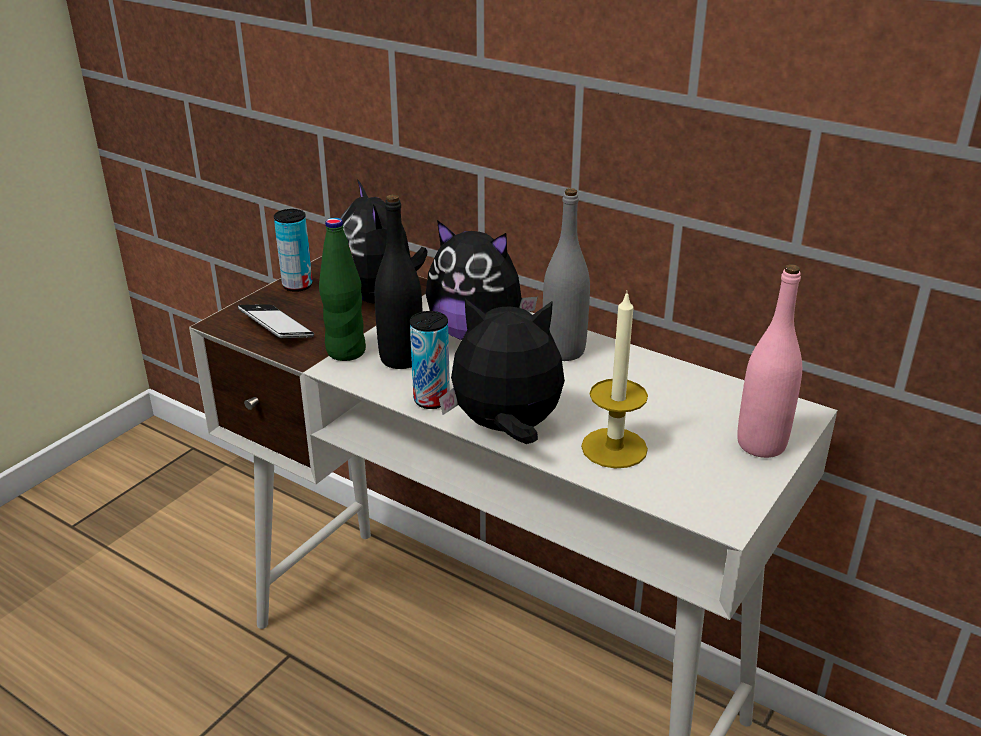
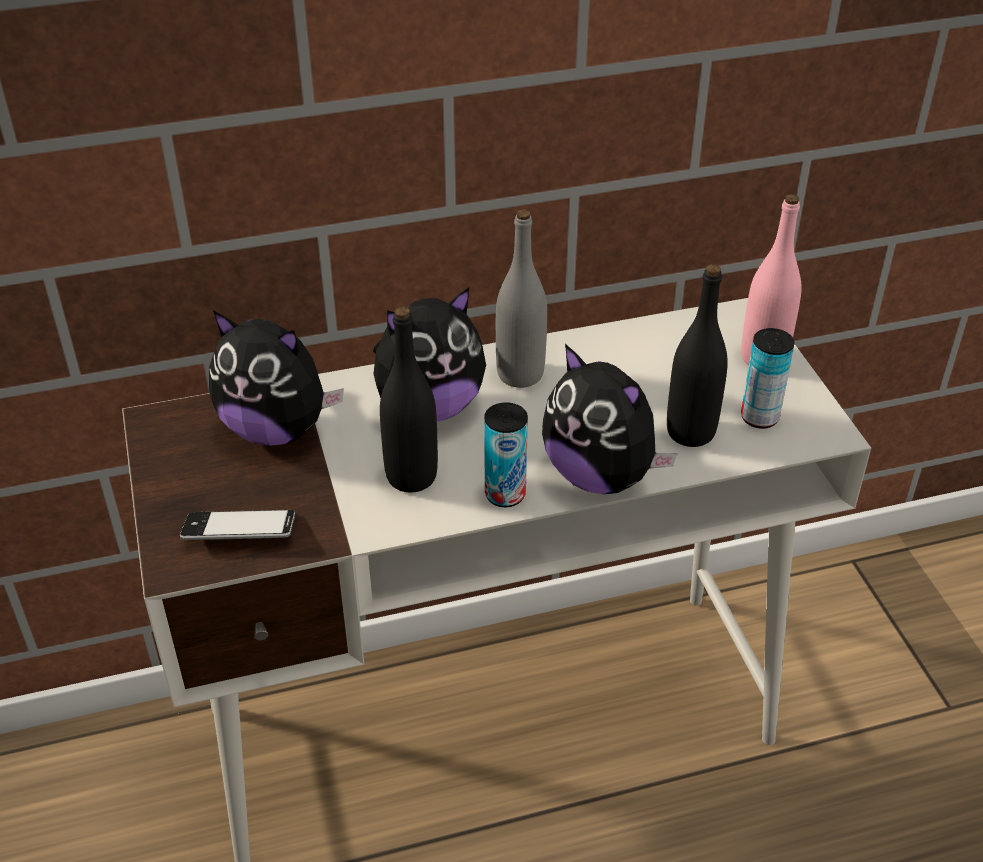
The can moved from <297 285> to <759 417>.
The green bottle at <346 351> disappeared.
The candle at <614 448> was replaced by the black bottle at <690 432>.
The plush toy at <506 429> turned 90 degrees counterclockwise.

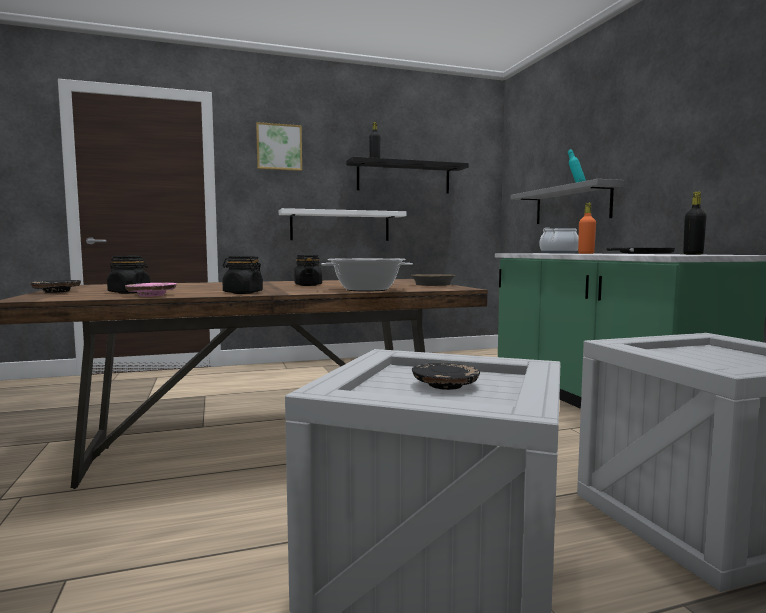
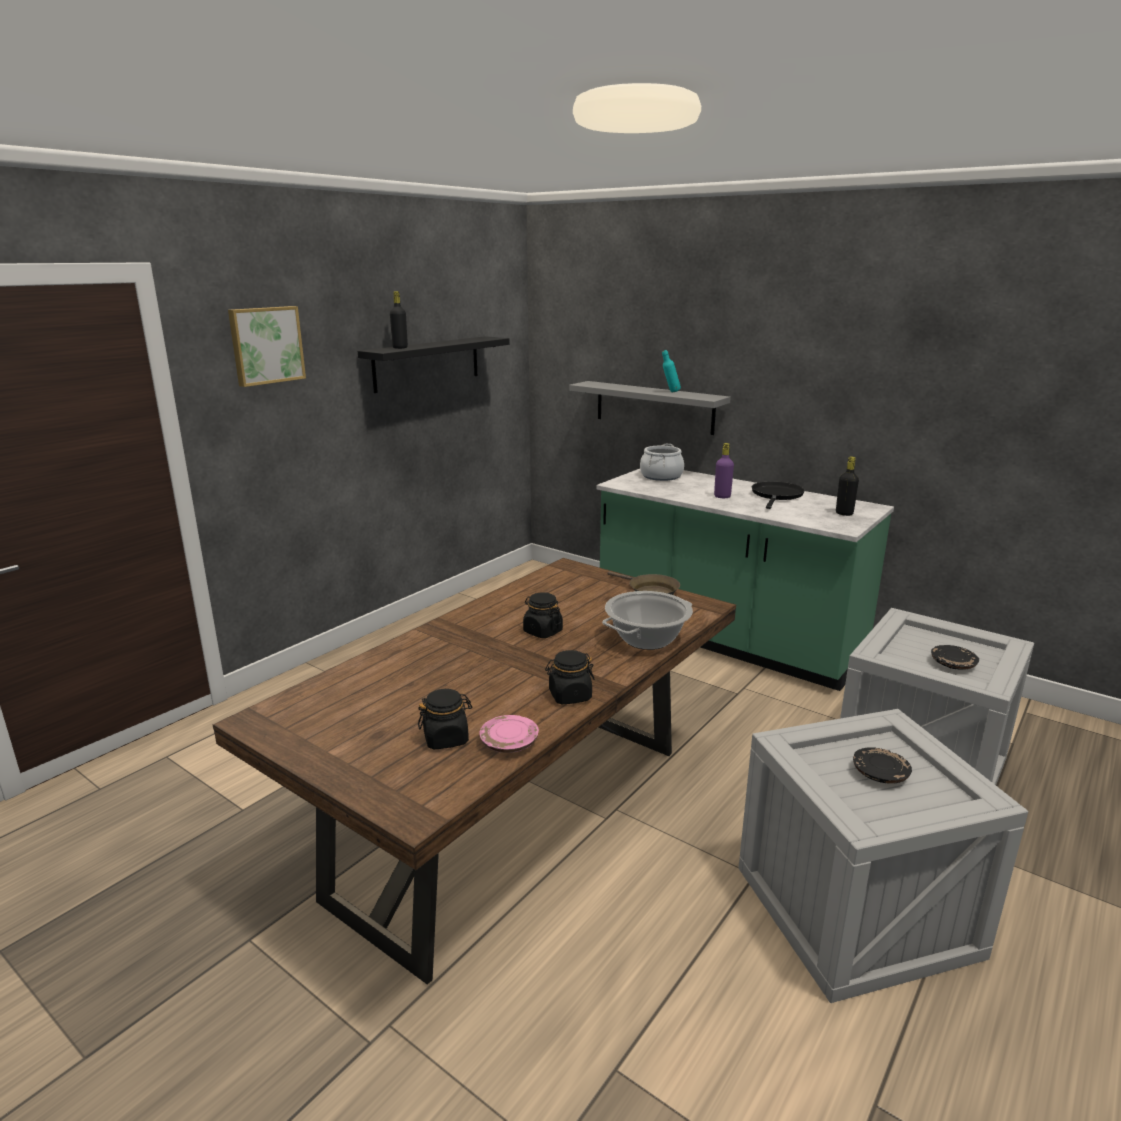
The orange bottle at <586 253> became the purple bottle at <722 496>.
The white shelf at <340 226> disappeared.
The black plate moved from <56 292> to <953 664>.

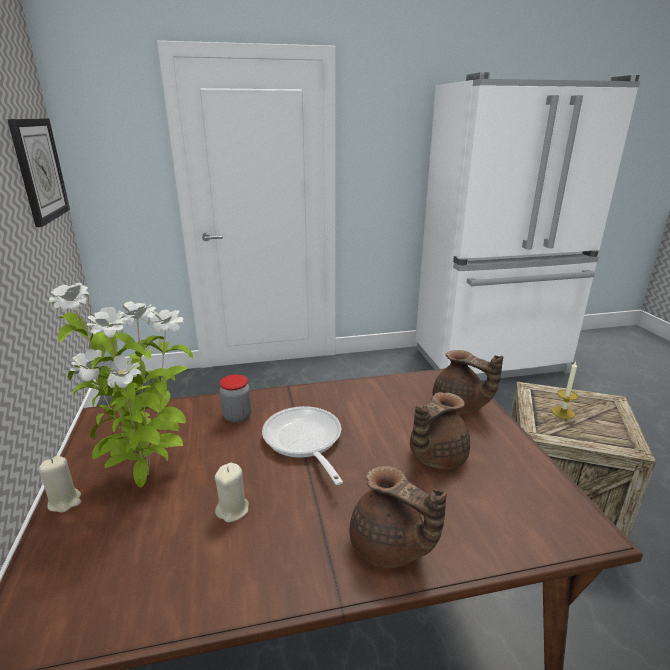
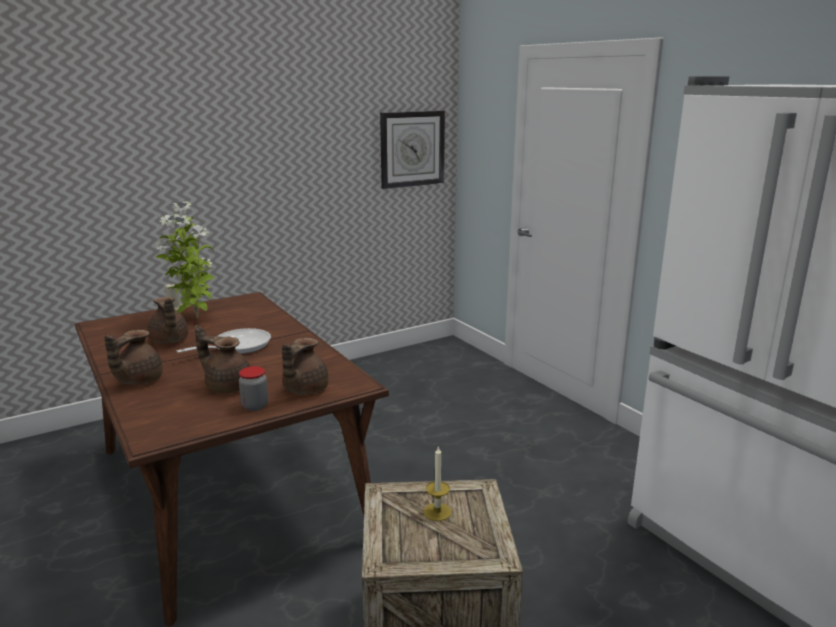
The jar moved from <237 416> to <255 406>.
The beige candle at <233 510> was replaced by the brown teapot at <169 341>.

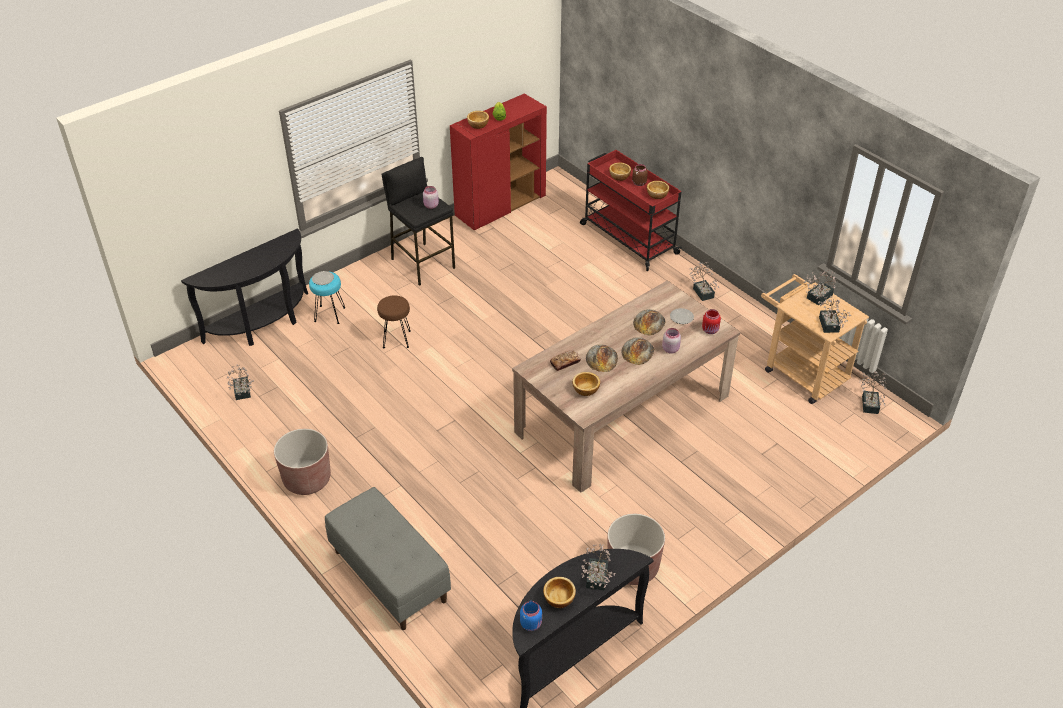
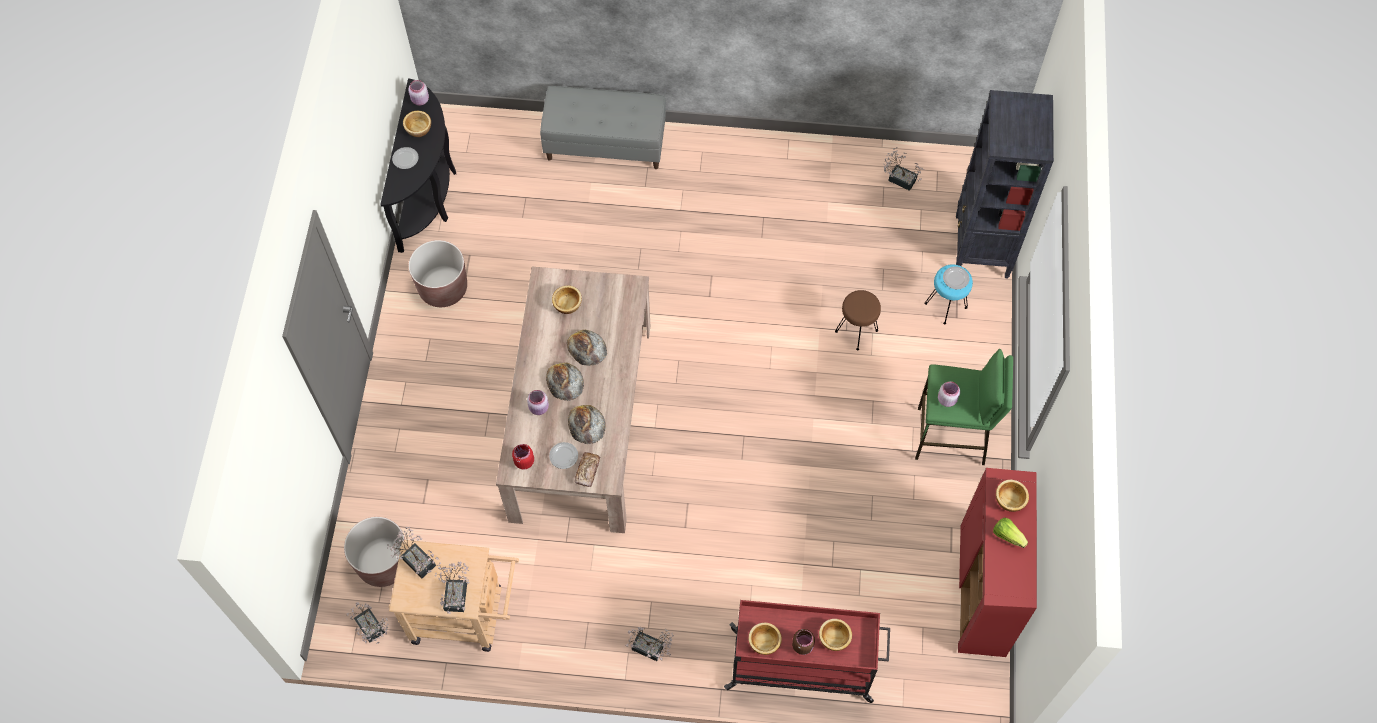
The black stool at <422 263> became the green stool at <951 437>.
The black console table at <263 325> was replaced by the black bookcase at <981 247>.
The bread moved from <565 362> to <587 471>.
The brown planter moved from <307 479> to <383 563>.
The potted plant at <596 580> was replaced by the plate at <406 159>.
The blue jar at <531 624> became the pink jar at <420 100>.

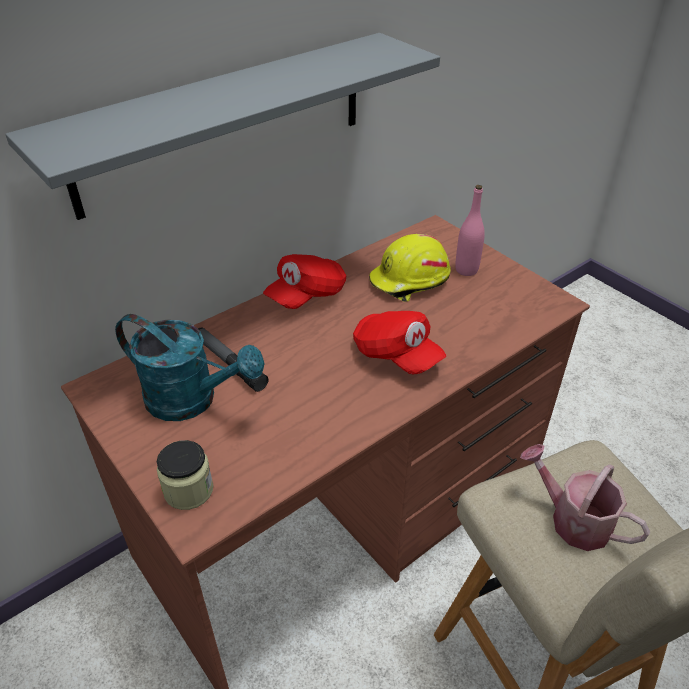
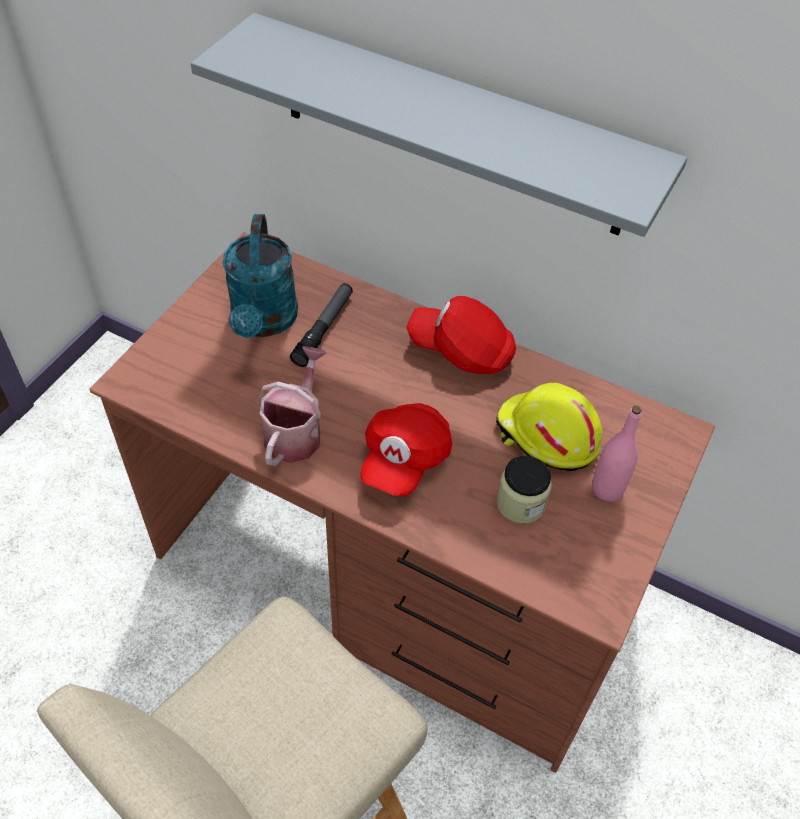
The jar moved from <188 490> to <520 503>.
The watering can moved from <573 519> to <296 431>.

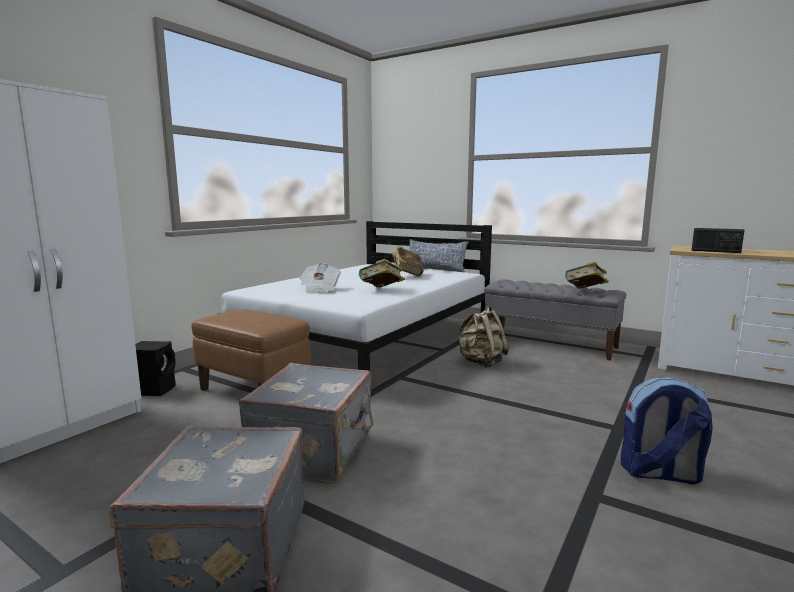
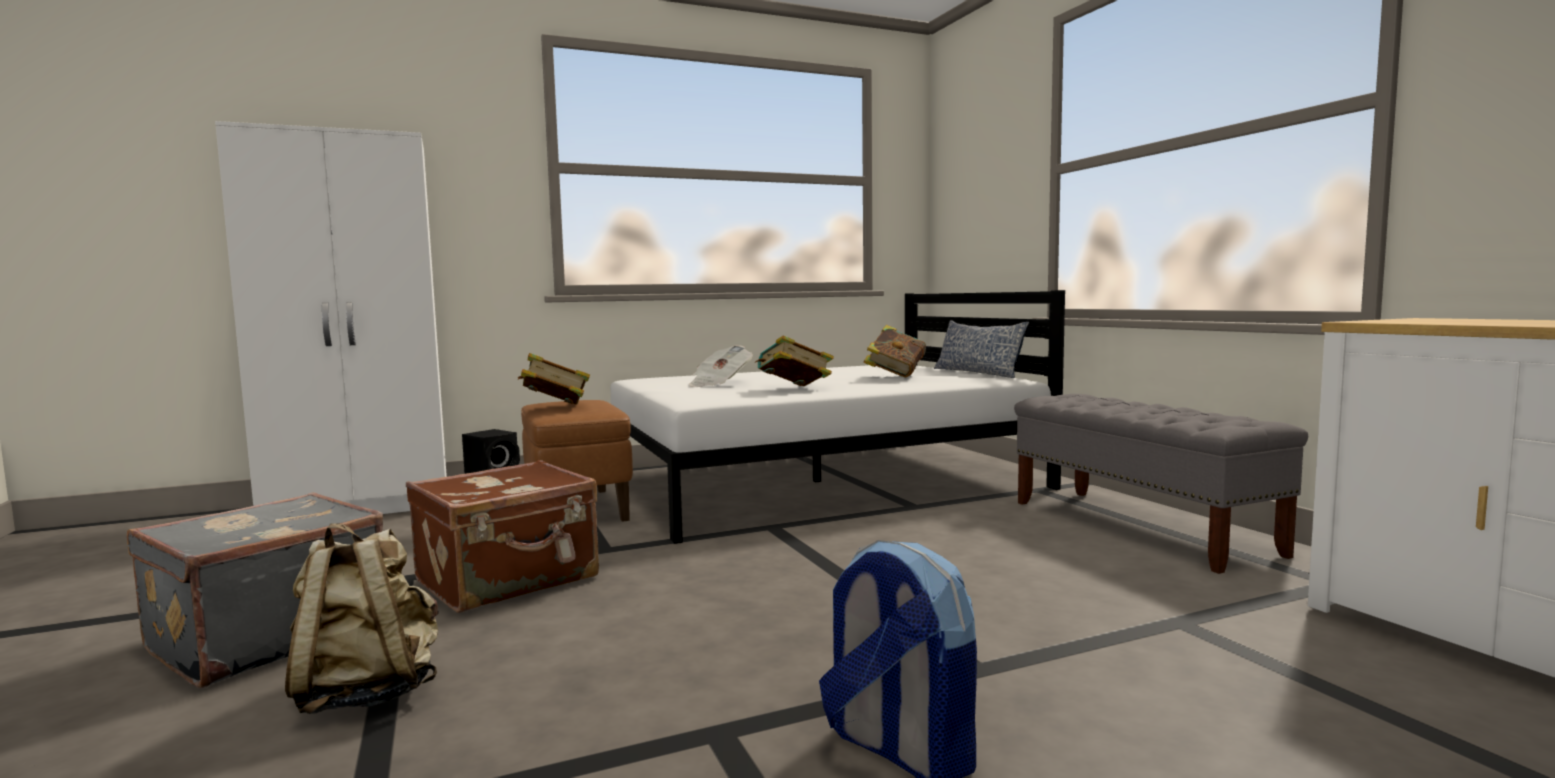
The radio at <715 251> disappeared.
The book moved from <585 291> to <554 407>.
The beige backpack moved from <481 363> to <368 693>.
The grey suitcase at <315 451> became the brown suitcase at <509 580>.

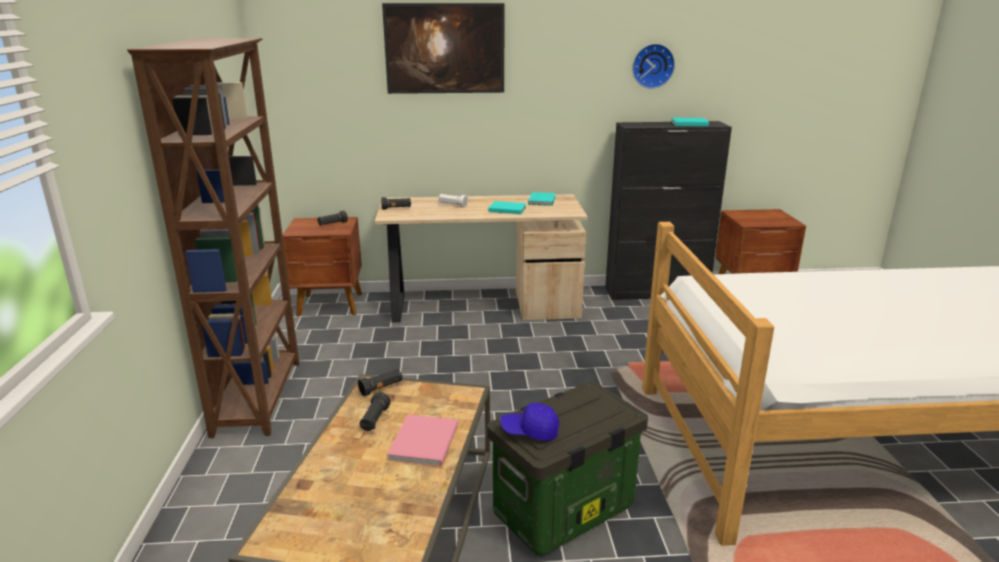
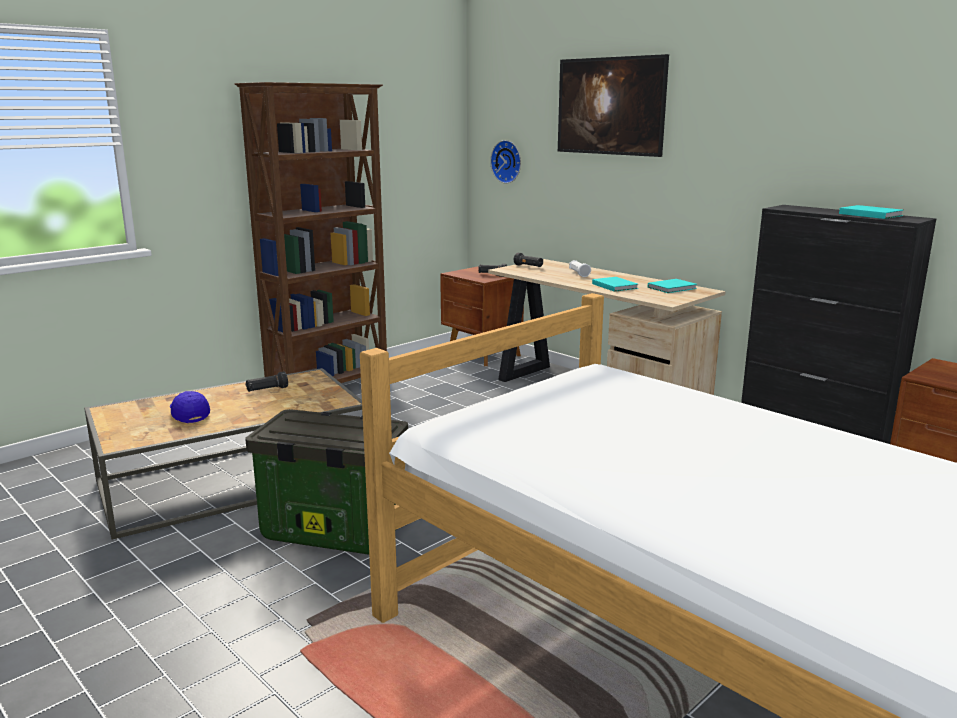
The wall clock moved from <652 66> to <508 161>.
The black flashlight at <381 388> disappeared.
The blue cap moved from <530 431> to <189 414>.
The pink book at <426 441> disappeared.

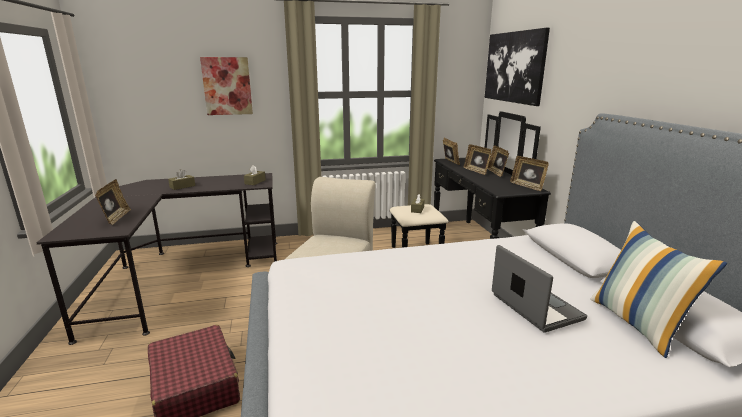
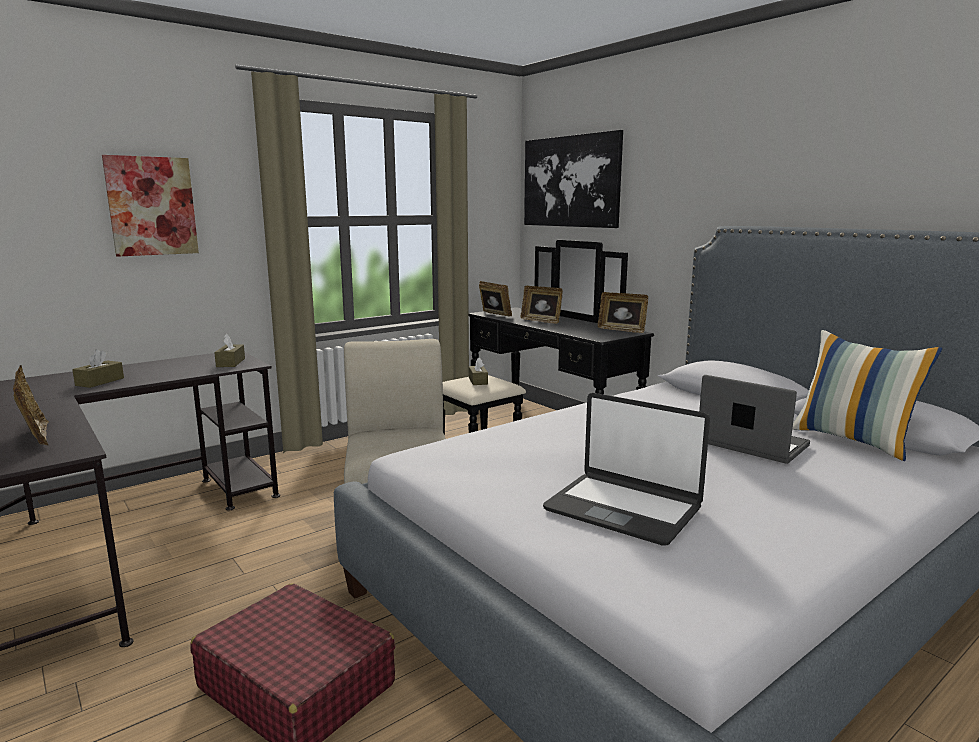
The picture frame at <496 173> disappeared.
The laptop at <623 508> appeared.

